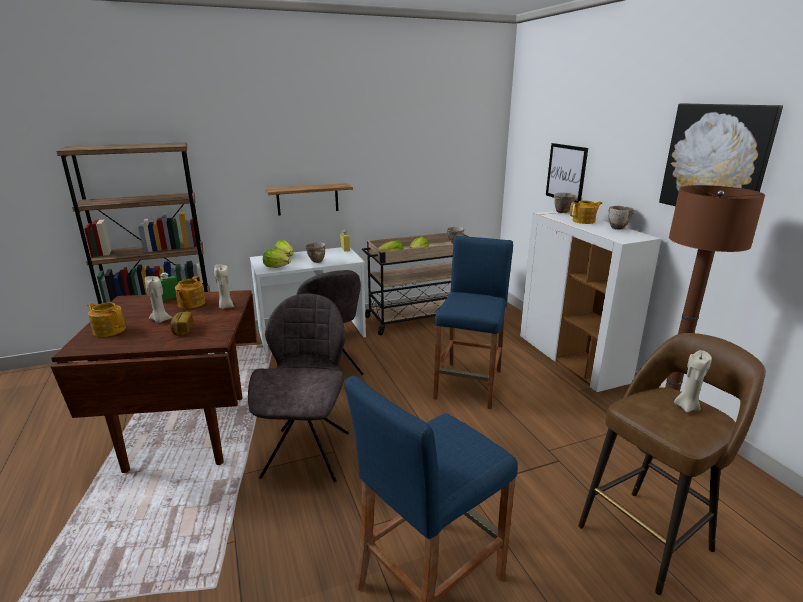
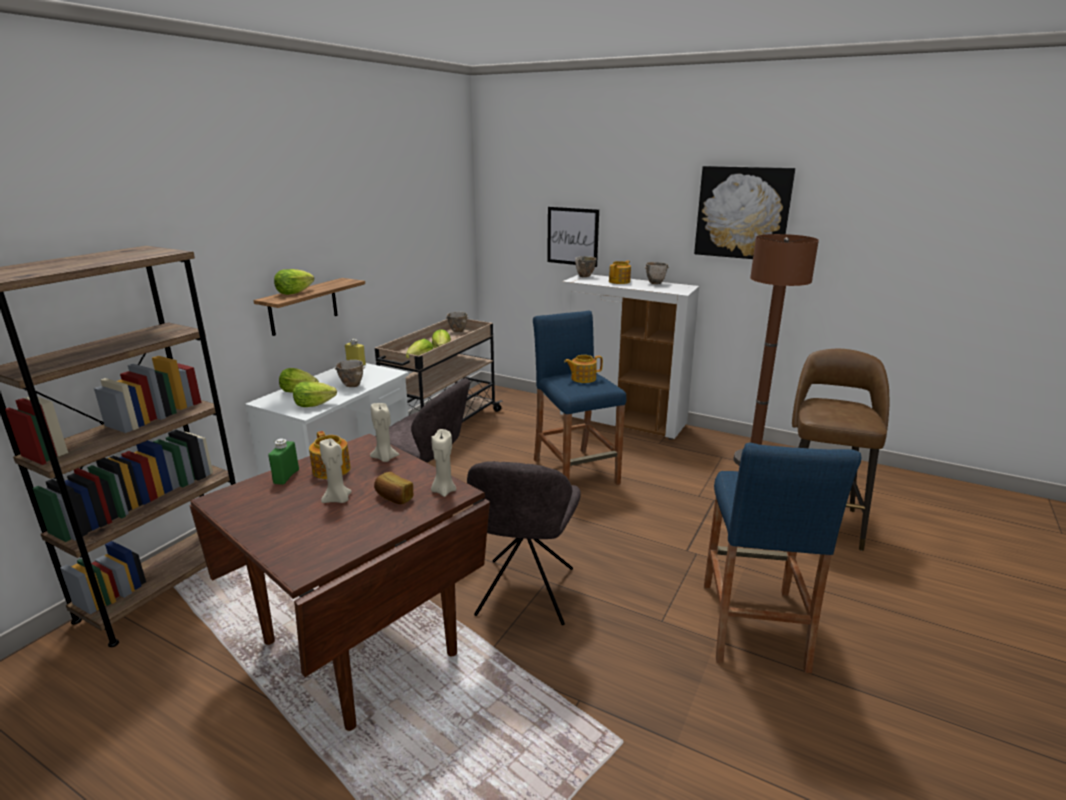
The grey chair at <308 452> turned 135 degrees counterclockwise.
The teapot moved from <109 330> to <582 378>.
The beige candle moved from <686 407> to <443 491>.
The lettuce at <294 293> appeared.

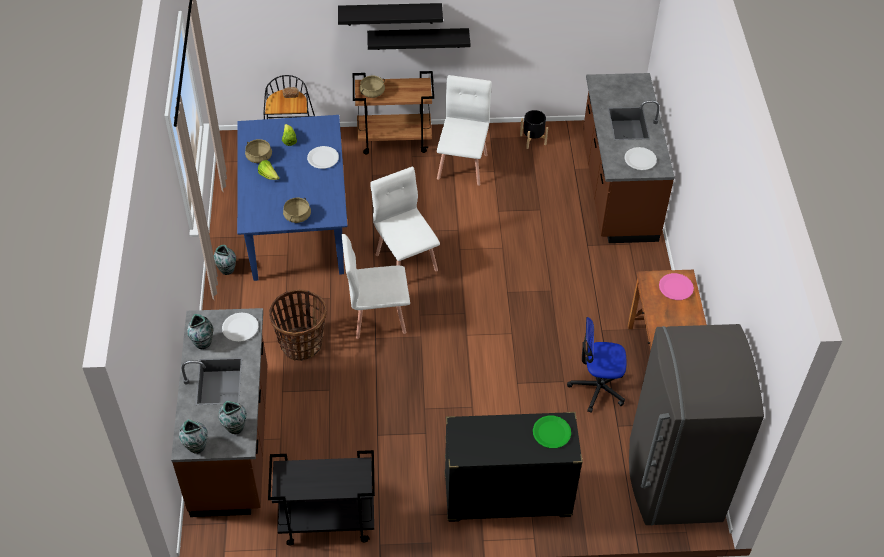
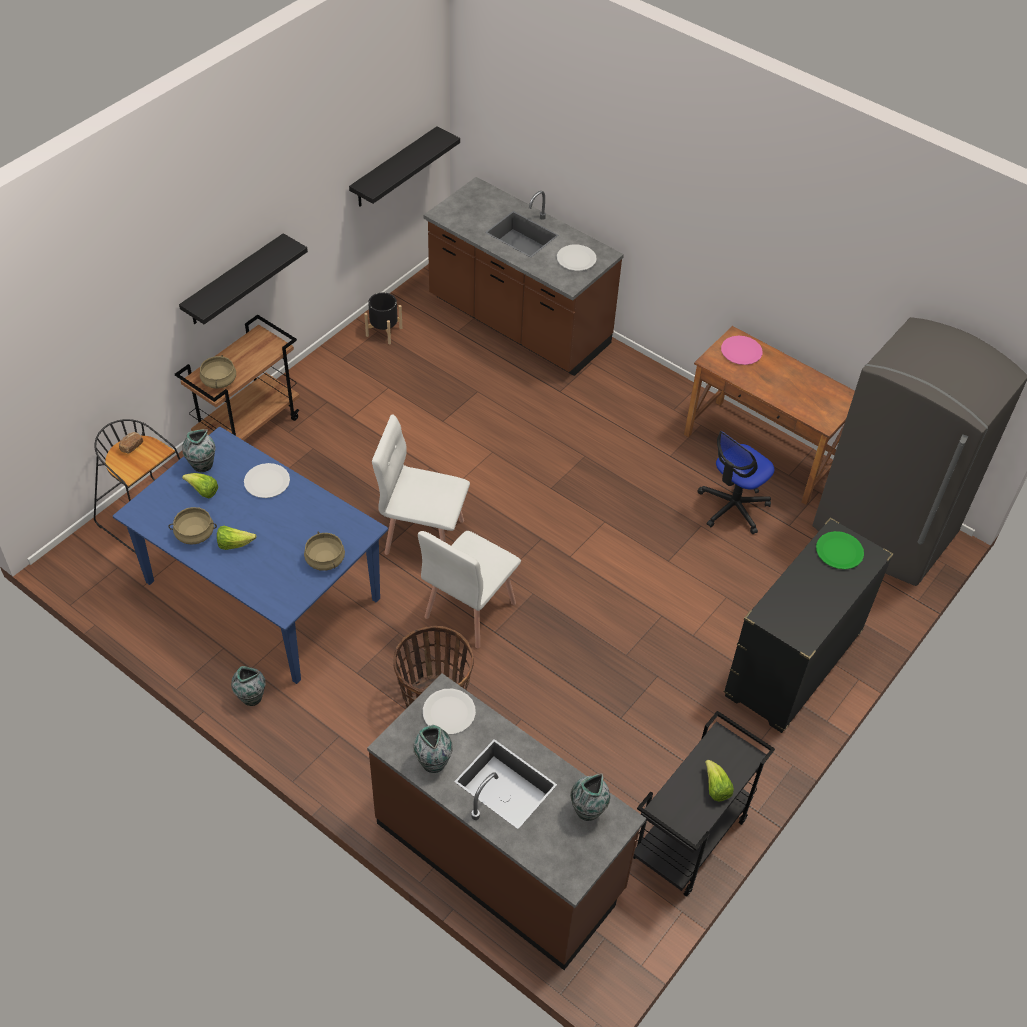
The black shelf moved from <390 14> to <394 168>.
The white chair at <463 166> disappeared.
The vase moved from <196 446> to <202 465>.
The lettuce at <716 788> appeared.

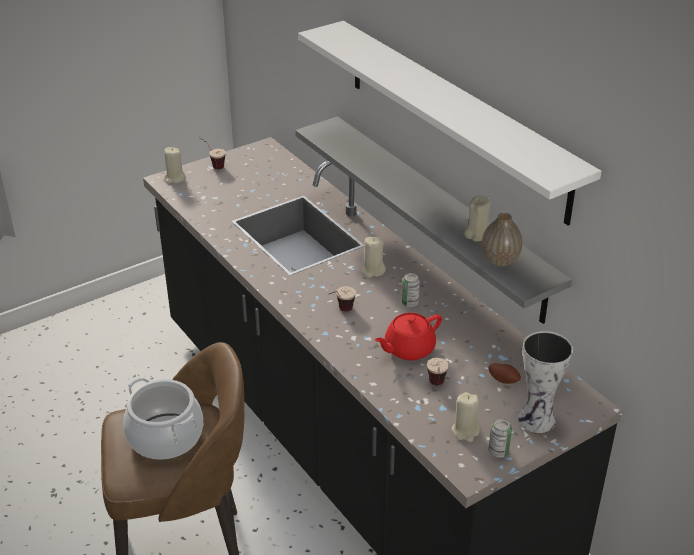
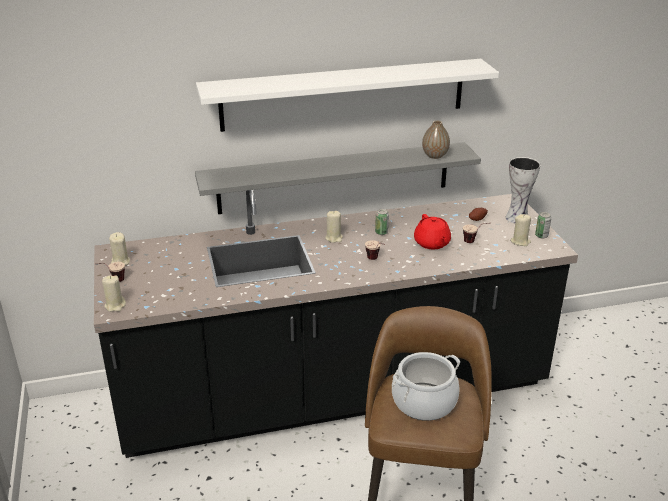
The beige candle moved from <477 234> to <120 262>.

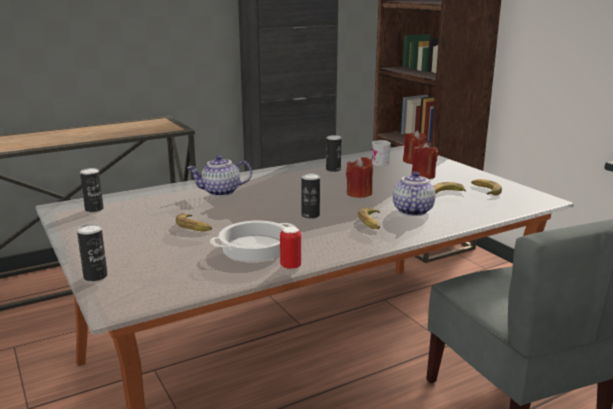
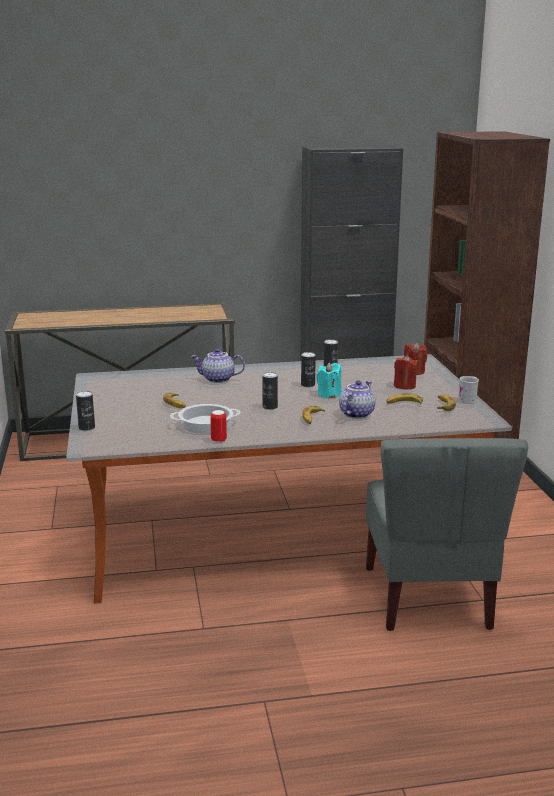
The white mug moved from <379 162> to <466 399>.
The red candle at <359 193> became the turquoise candle at <329 394>.
The can moved from <94 209> to <308 385>.

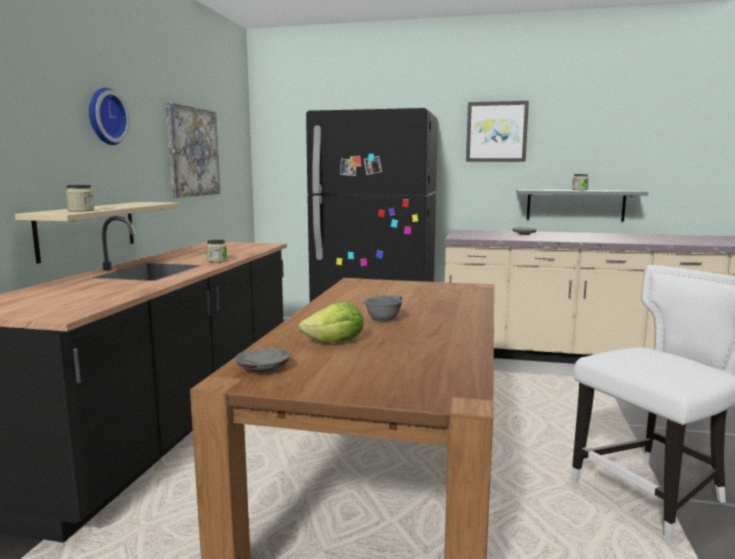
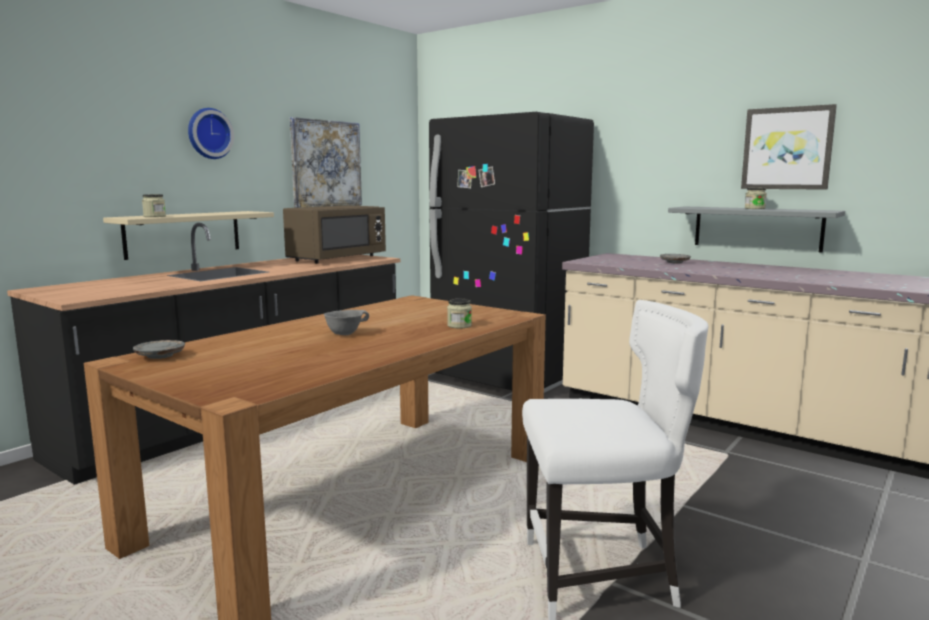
The picture moved from <496 132> to <787 148>.
The jar moved from <217 261> to <459 326>.
The lettuce at <335 342> disappeared.
The brown microwave at <337 259> appeared.

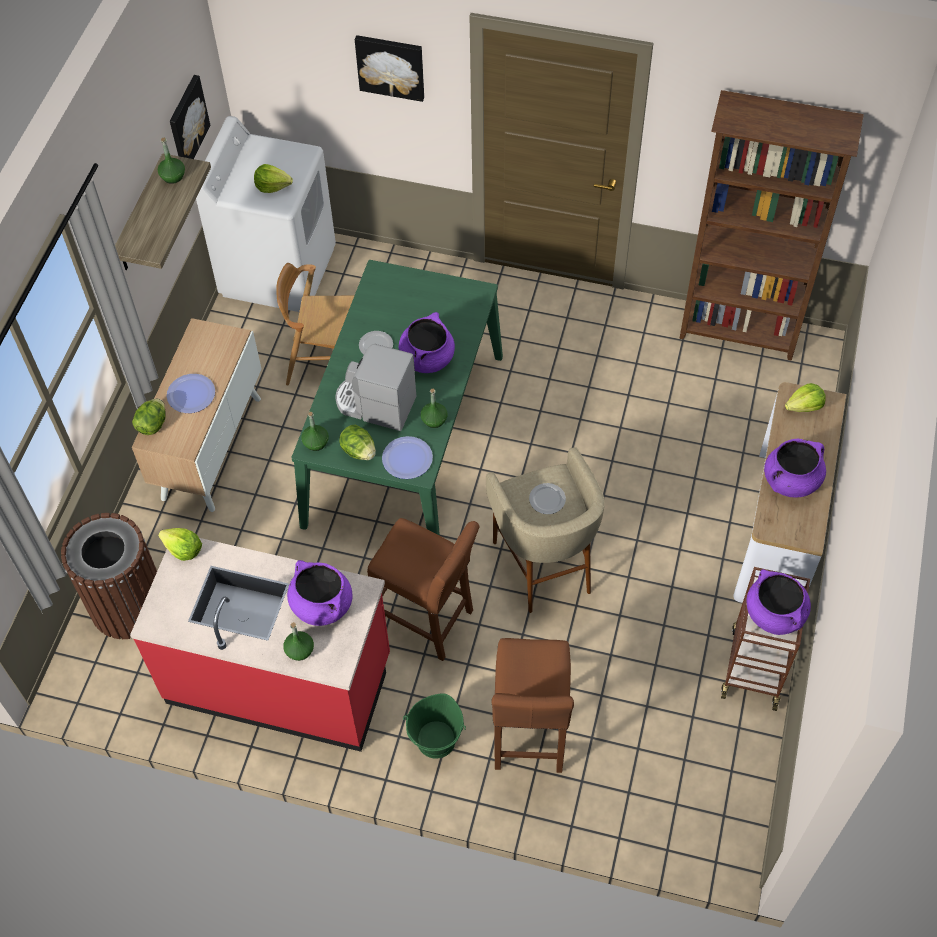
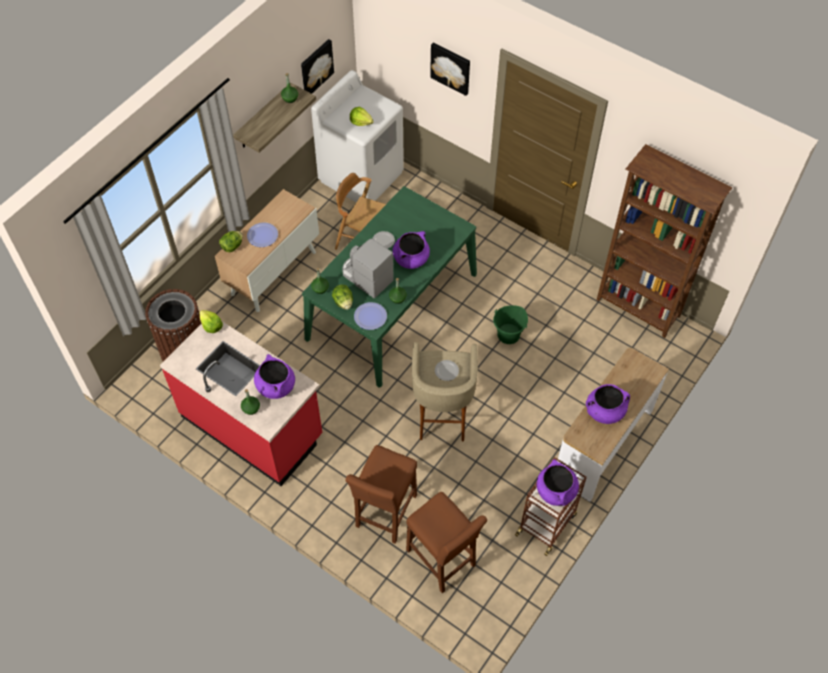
The lettuce at <804 406> disappeared.
The brown stool moved from <427 621> to <442 561>.
The green bucket moved from <436 740> to <509 335>.

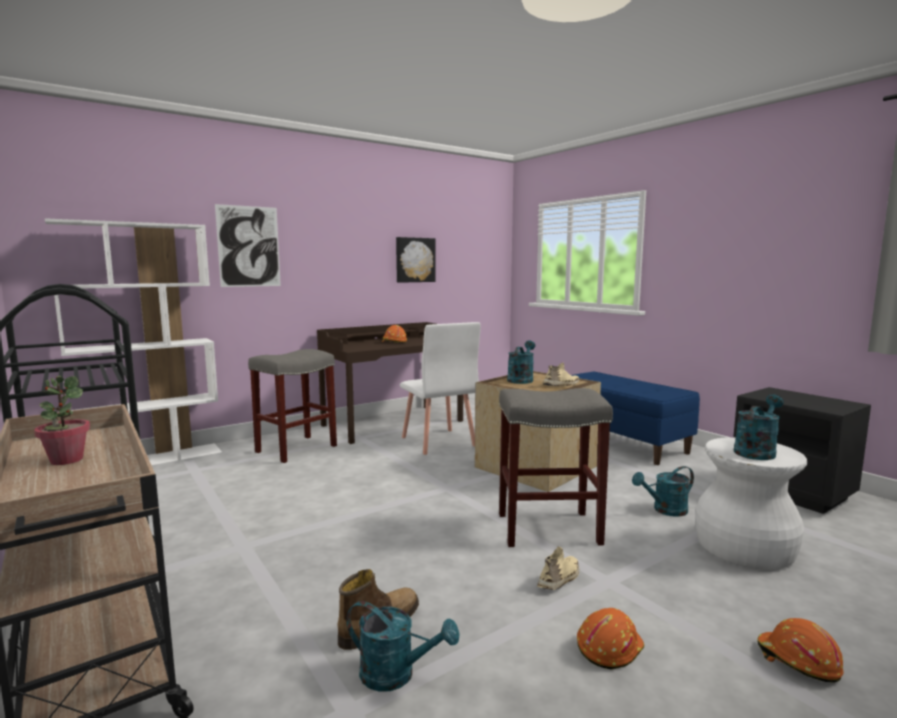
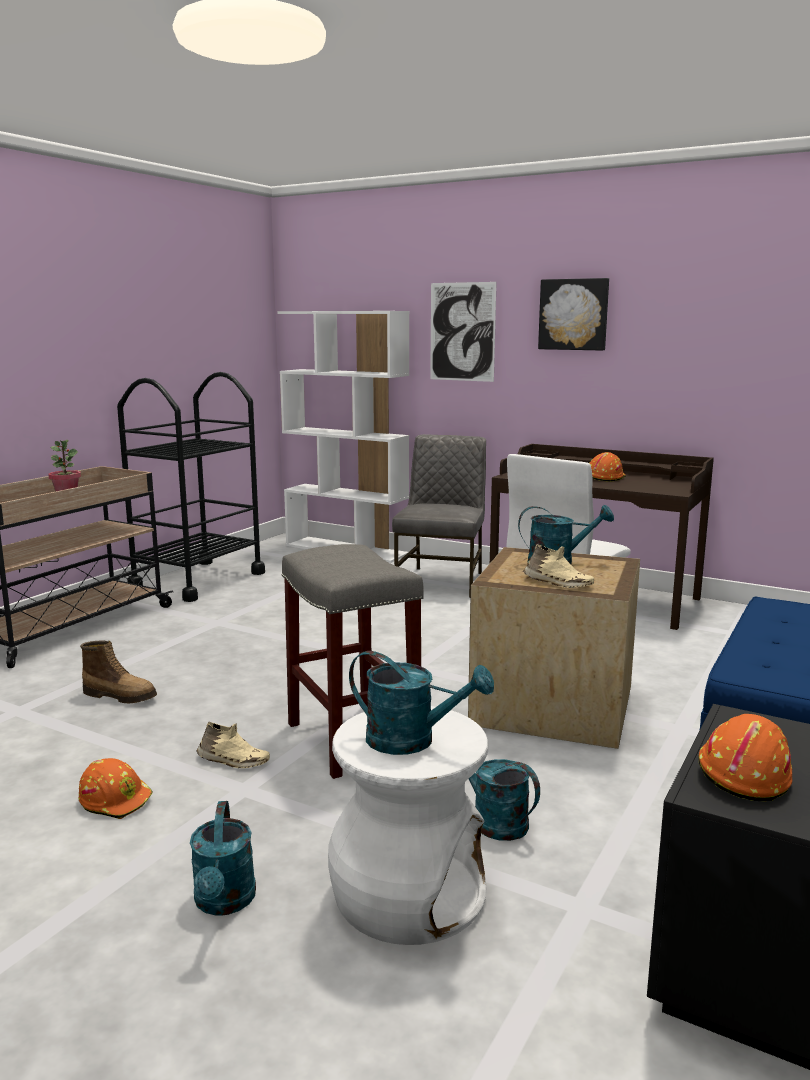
The picture moved from <415 260> to <574 314>.
The grey stool at <297 448> was replaced by the grey chair at <442 581>.
The turquoise watering can moved from <396 674> to <224 903>.
The orange hard hat moved from <797 660> to <743 773>.

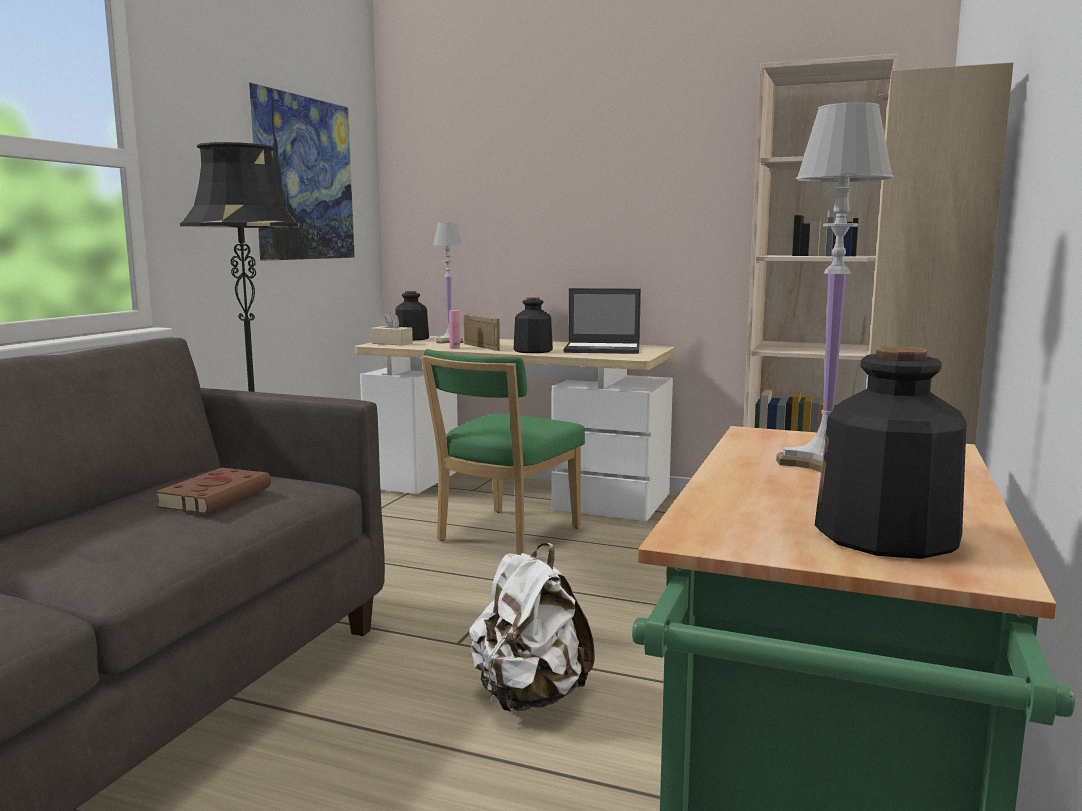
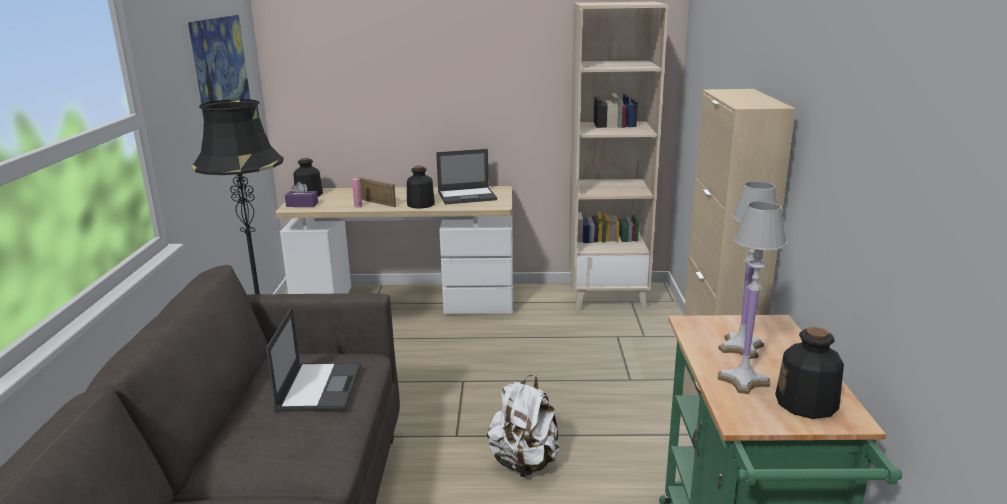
The white table lamp moved from <450 341> to <743 380>.
The beige tissue box at <392 343> became the purple tissue box at <302 204>.
The green chair at <504 536> disappeared.
The brown book at <217 496> was replaced by the laptop at <319 386>.

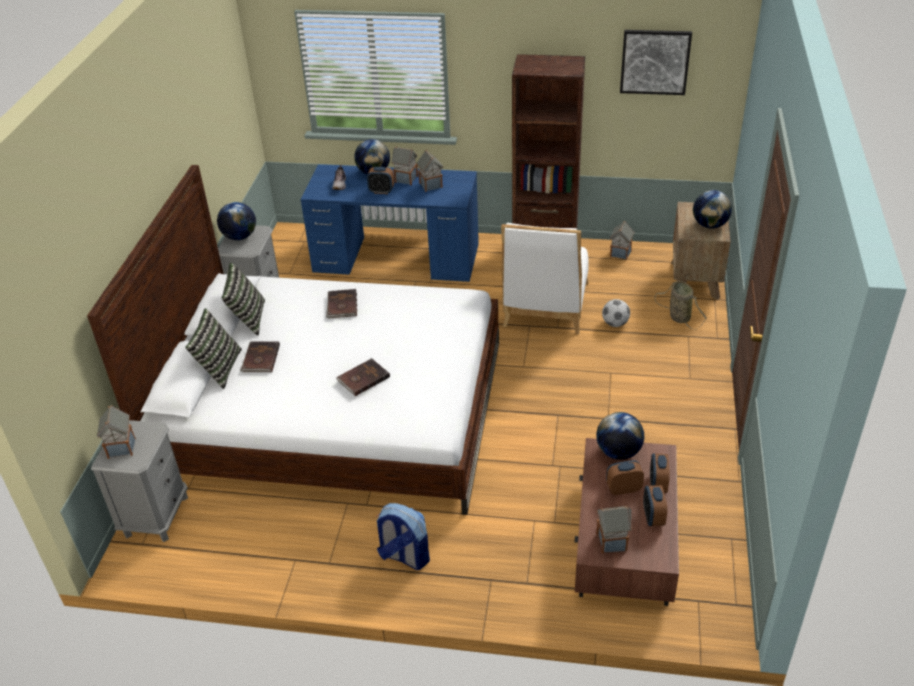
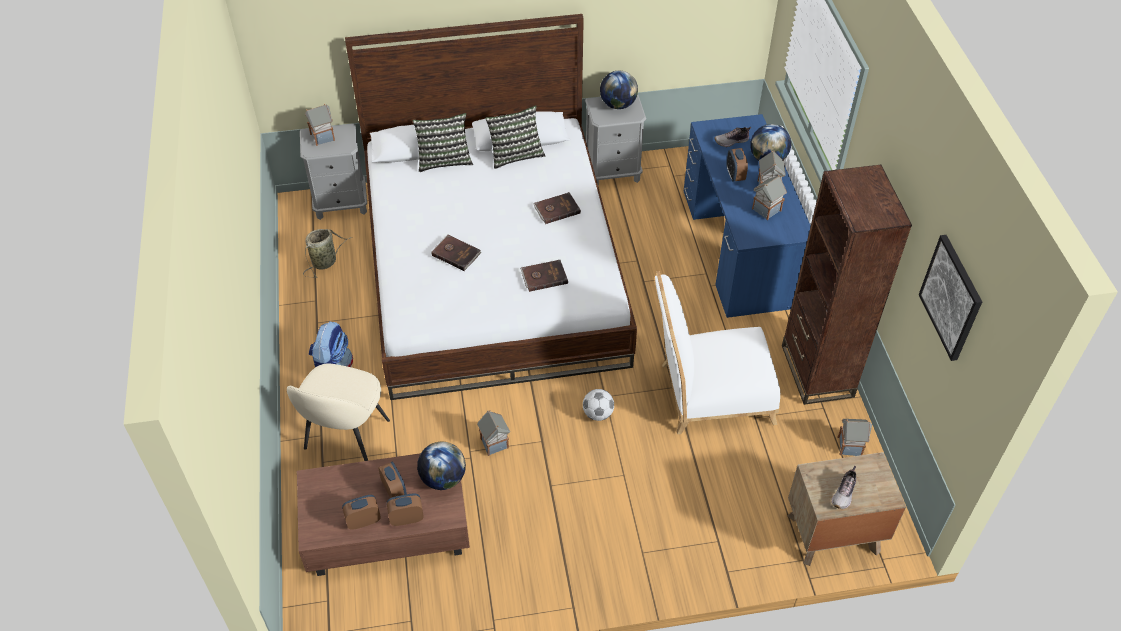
The globe at <710 225> was replaced by the shoe at <844 493>.
The basket moved from <678 316> to <326 261>.
The football moved from <615 323> to <598 414>.
The brown book moved from <260 359> to <544 276>.
The toy house moved from <612 541> to <495 444>.
The beige chair at <345 436> appeared.

